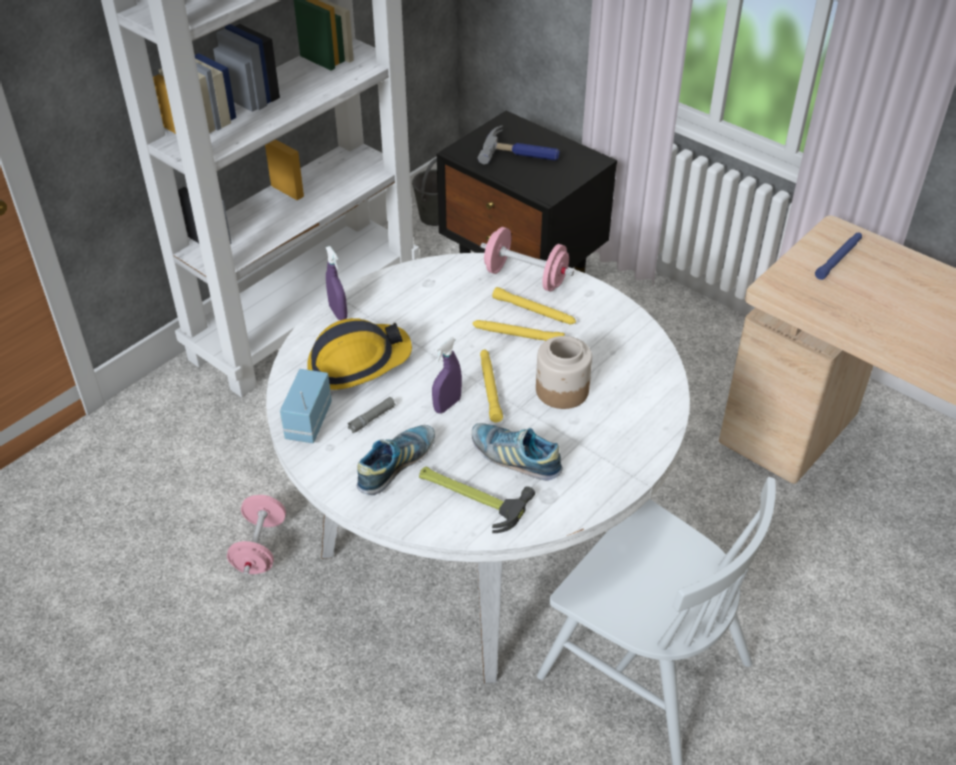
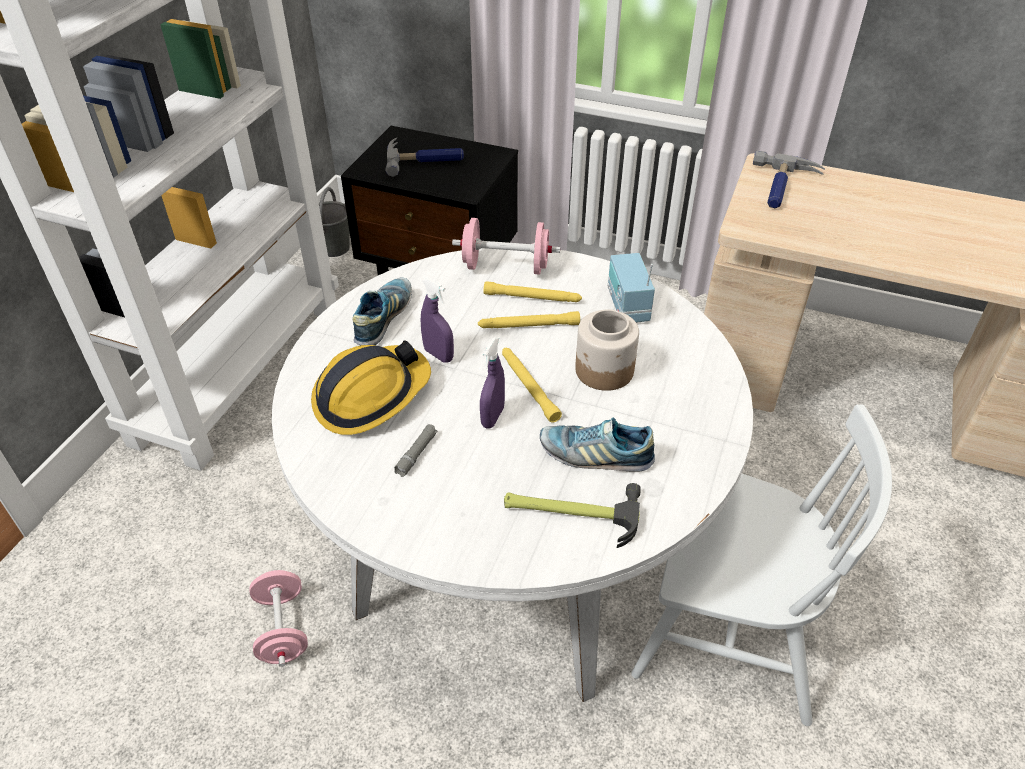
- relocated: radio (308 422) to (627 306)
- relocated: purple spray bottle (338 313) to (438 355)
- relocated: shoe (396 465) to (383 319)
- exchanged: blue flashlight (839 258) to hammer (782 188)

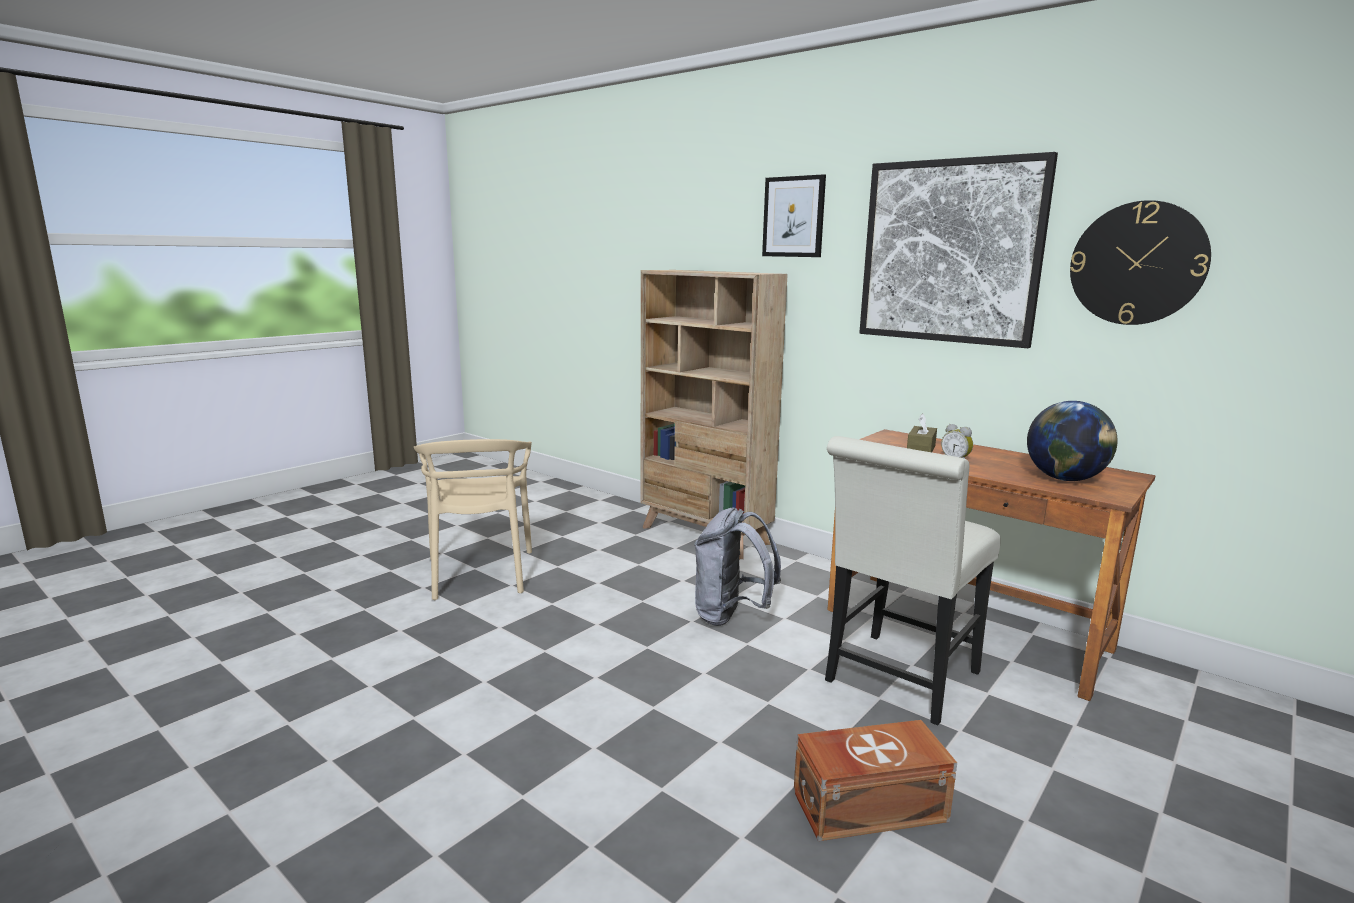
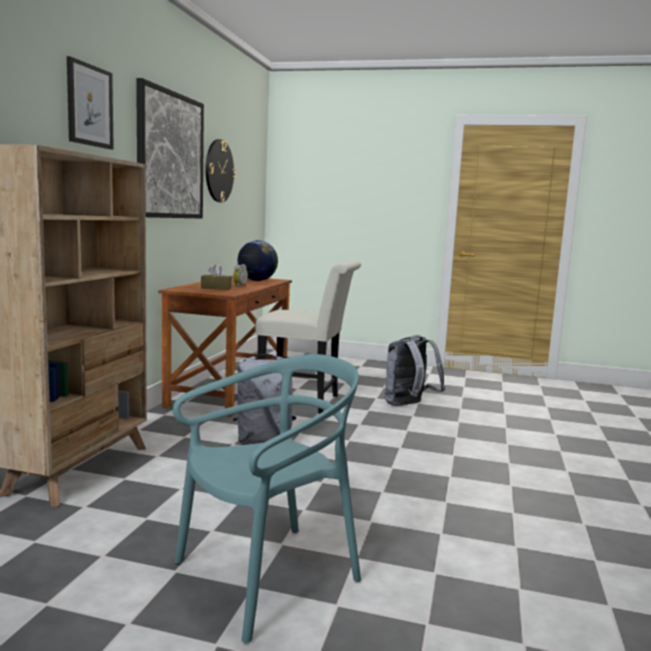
- exchanged: brown storage box (866 805) to grey backpack (409 405)
- colour: beige chair (480 574) to turquoise chair (267 576)

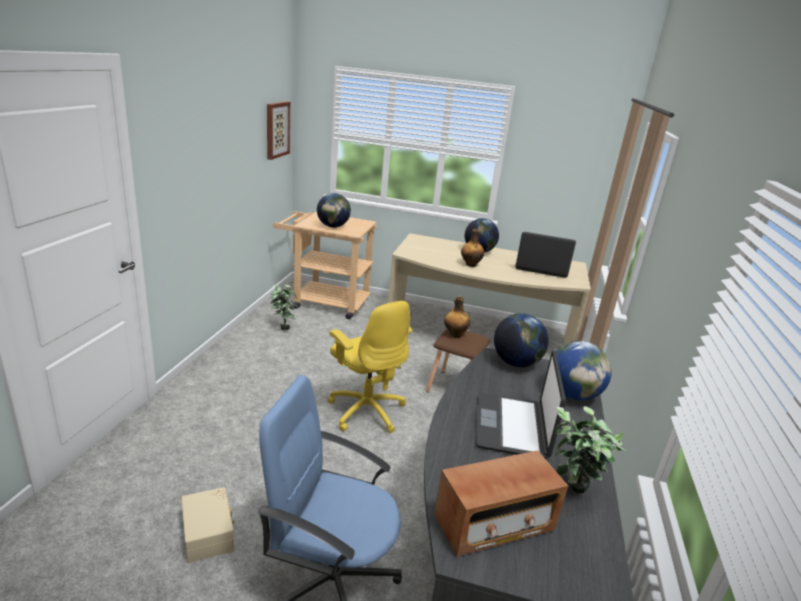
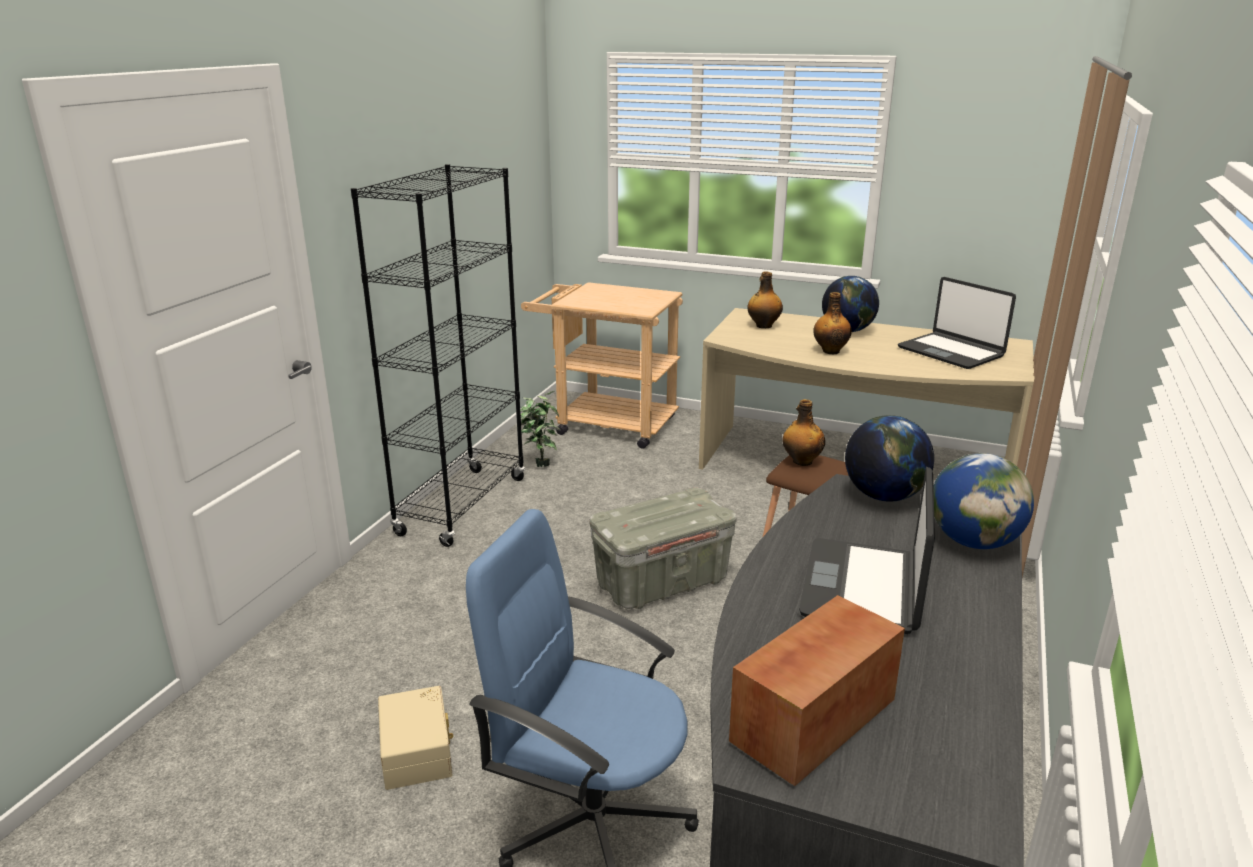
- missing: picture (276 129)
- missing: globe (333 226)
- missing: potted plant (572 495)
- appeared: black bookcase (462 506)
- appeared: bottle (763 326)
- exchanged: yellow office chair (366 410) to grey storage box (661 583)
- spun: radio (494 524) = (812 722) 150 degrees clockwise
- spun: laptop (541 268) = (951 352) 150 degrees counterclockwise

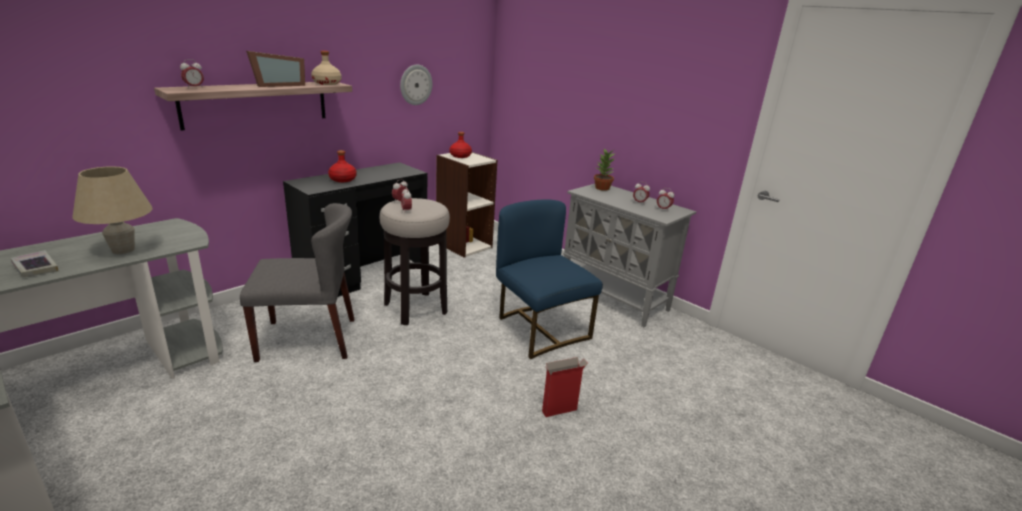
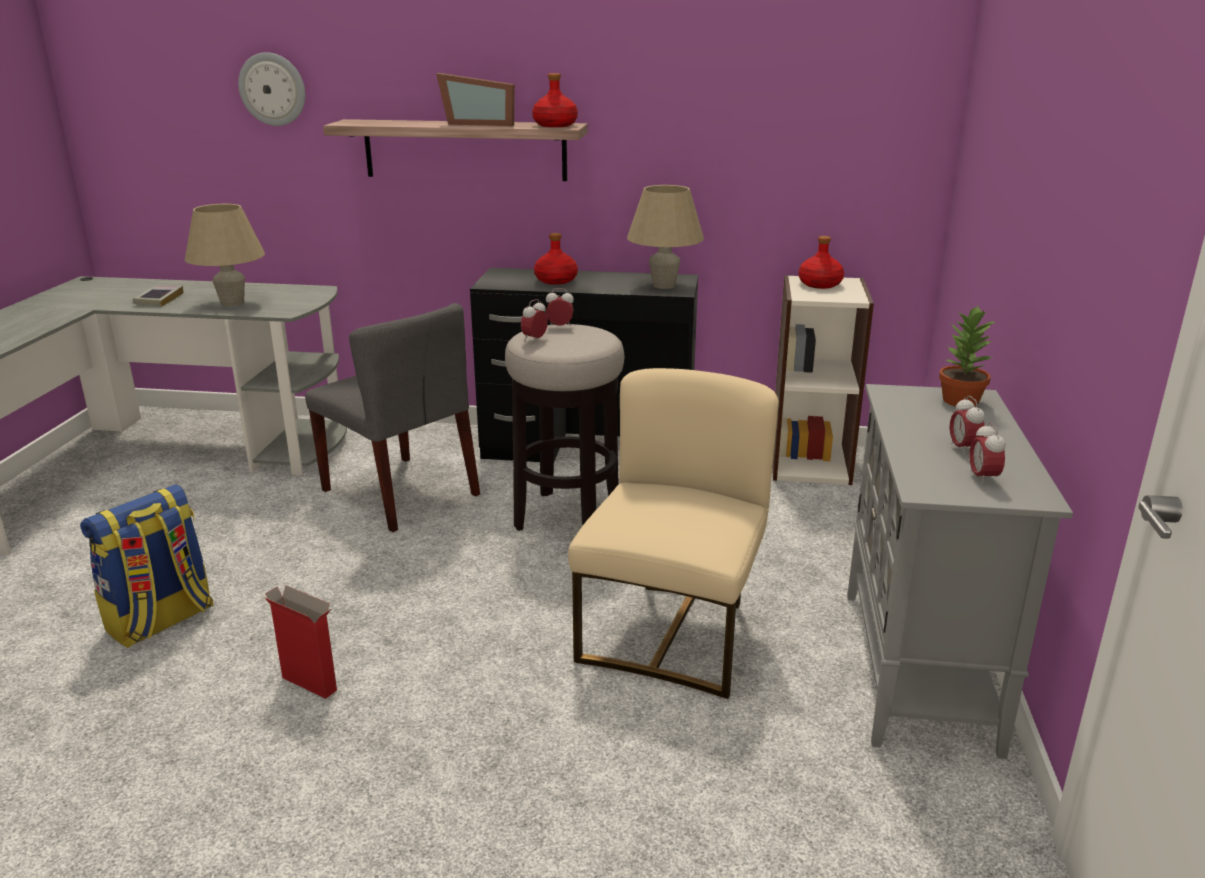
- missing: alarm clock (194 88)
- appeared: backpack (161 621)
- appeared: beige table lamp (663 285)
- relocated: wall clock (415 84) to (273 89)
- relocated: cardboard box (560 410) to (310 684)
- colour: beige bottle (327 83) to red bottle (554 125)
- colour: blue chair (539 329) to beige chair (673 634)

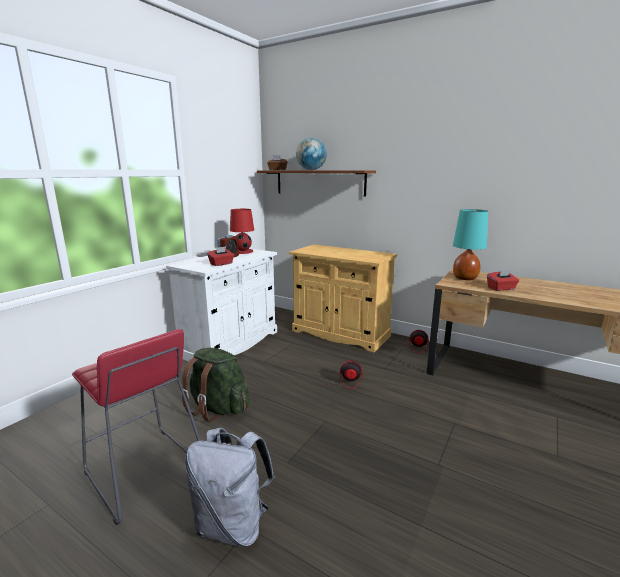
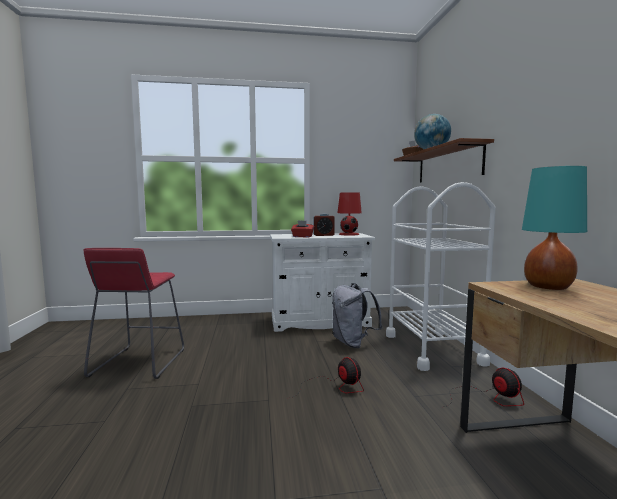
- missing: green backpack (218 408)
- missing: red tissue box (501 288)
- relocated: grey backpack (233 524) to (353 343)
- exchanged: beige cabinet (340 333) to white cart (432 349)

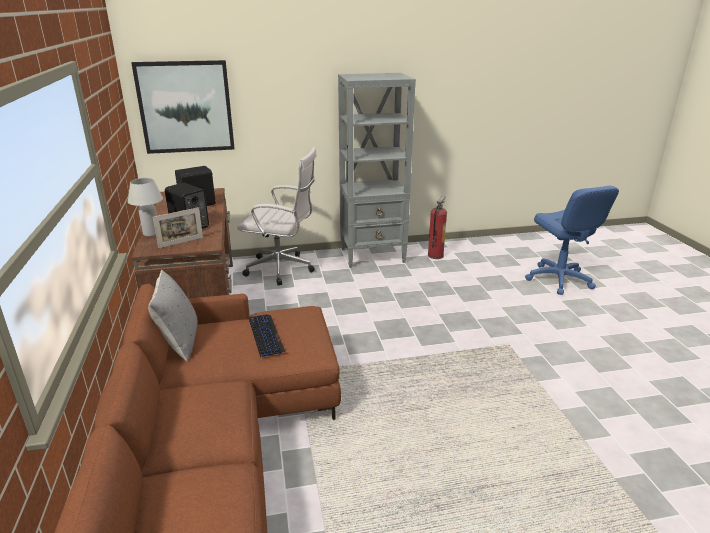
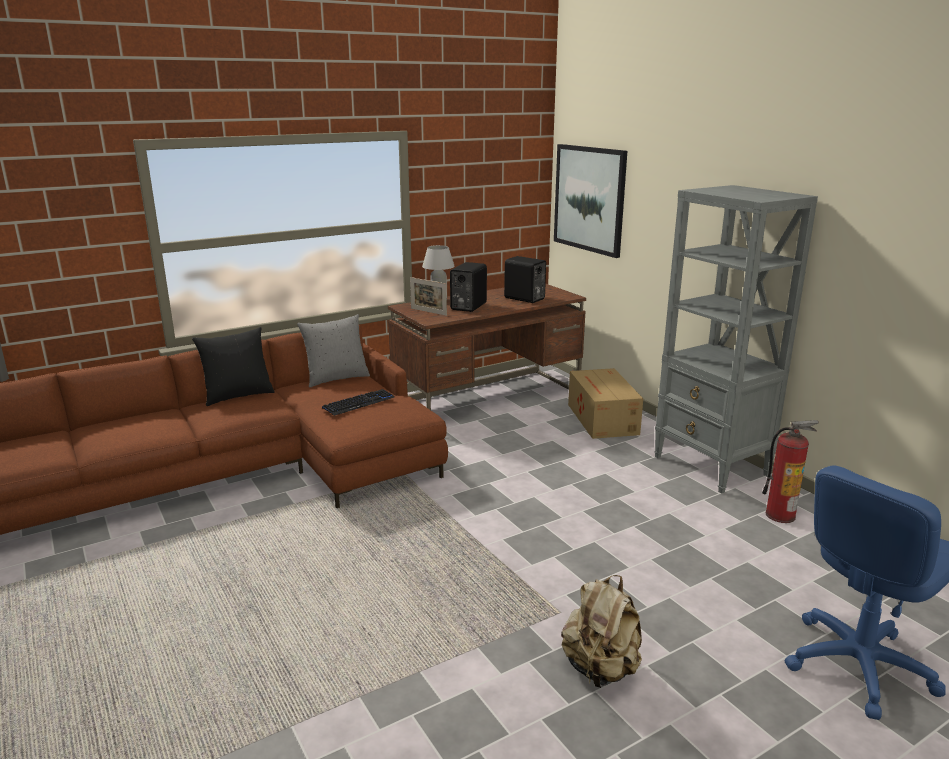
- appeared: black pillow (238 395)
- appeared: beige backpack (600 669)
- exchanged: white office chair (283 269) to cardboard box (602 419)

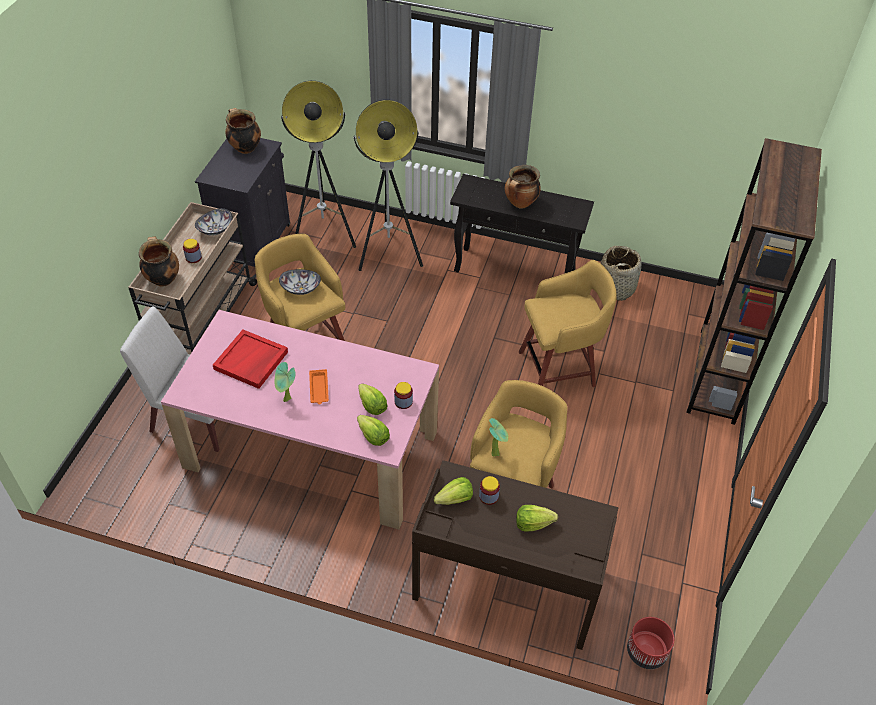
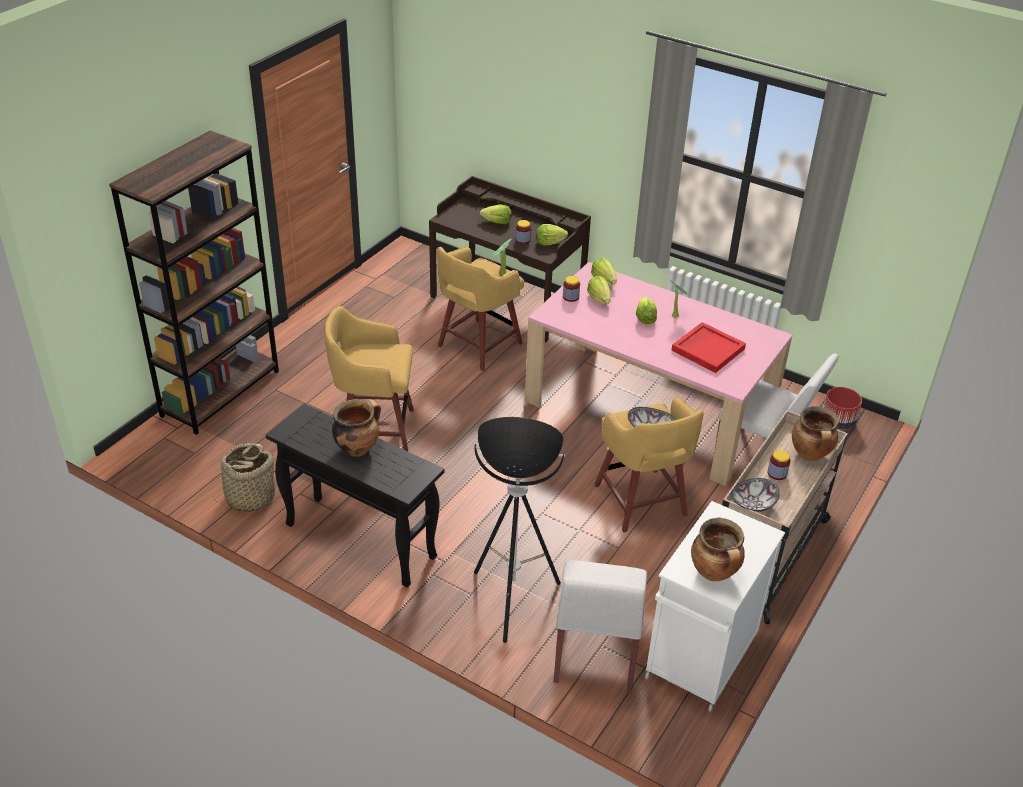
- relocated: red planter (645 652) to (838 422)
- exchanged: floor lamp (324 234) to white chair (596 651)
- exchanged: orange tray (319 389) to lettuce (645 318)
- colour: black cabinet (254 242) to white cabinet (700 658)

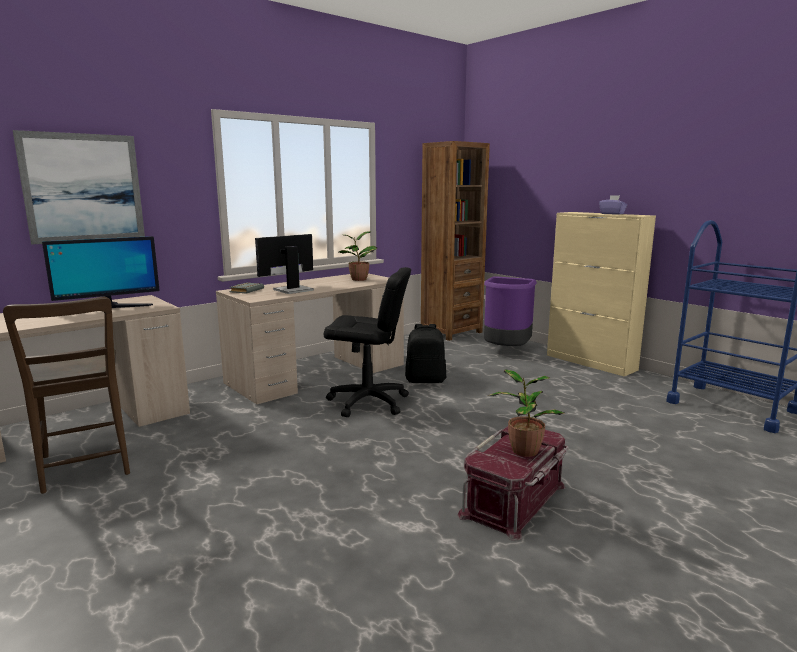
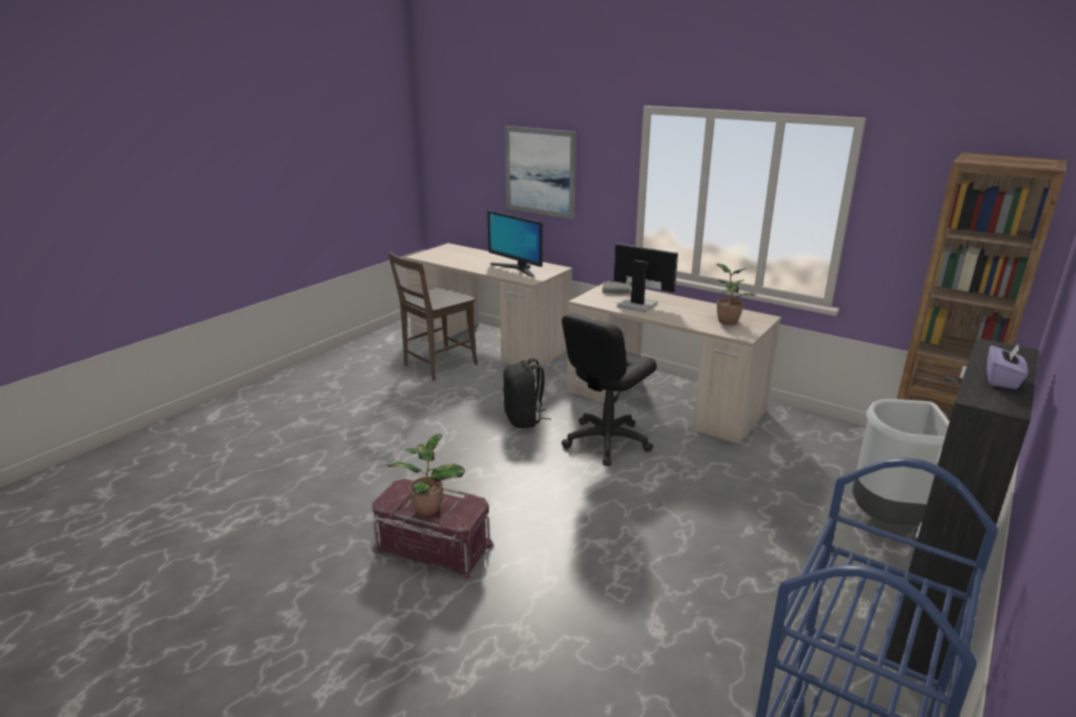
- relocated: black backpack (425 380) to (524 419)
- colour: purple trash can (506 351) to grey trash can (887 520)
- colour: beige cabinet (591 362) to black cabinet (926 617)
- spun: black office chair (368 402) = (606 441) 45 degrees clockwise

